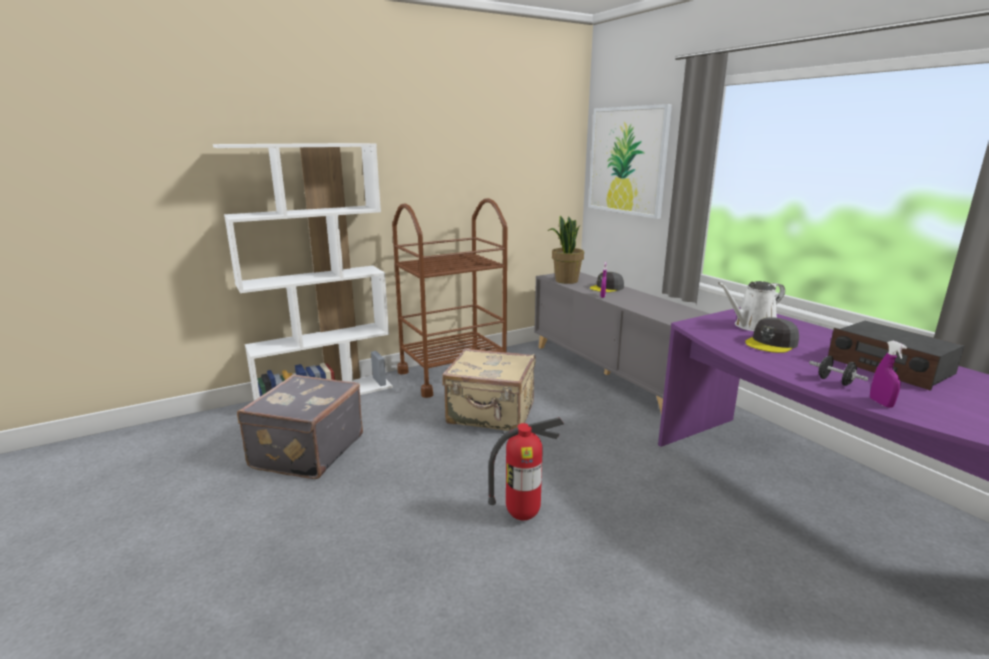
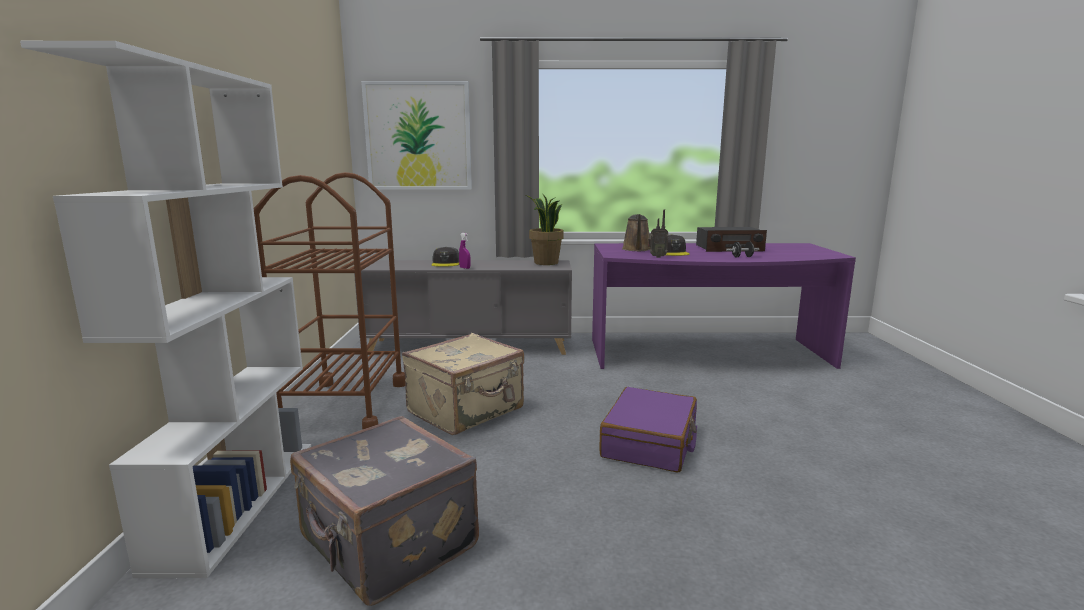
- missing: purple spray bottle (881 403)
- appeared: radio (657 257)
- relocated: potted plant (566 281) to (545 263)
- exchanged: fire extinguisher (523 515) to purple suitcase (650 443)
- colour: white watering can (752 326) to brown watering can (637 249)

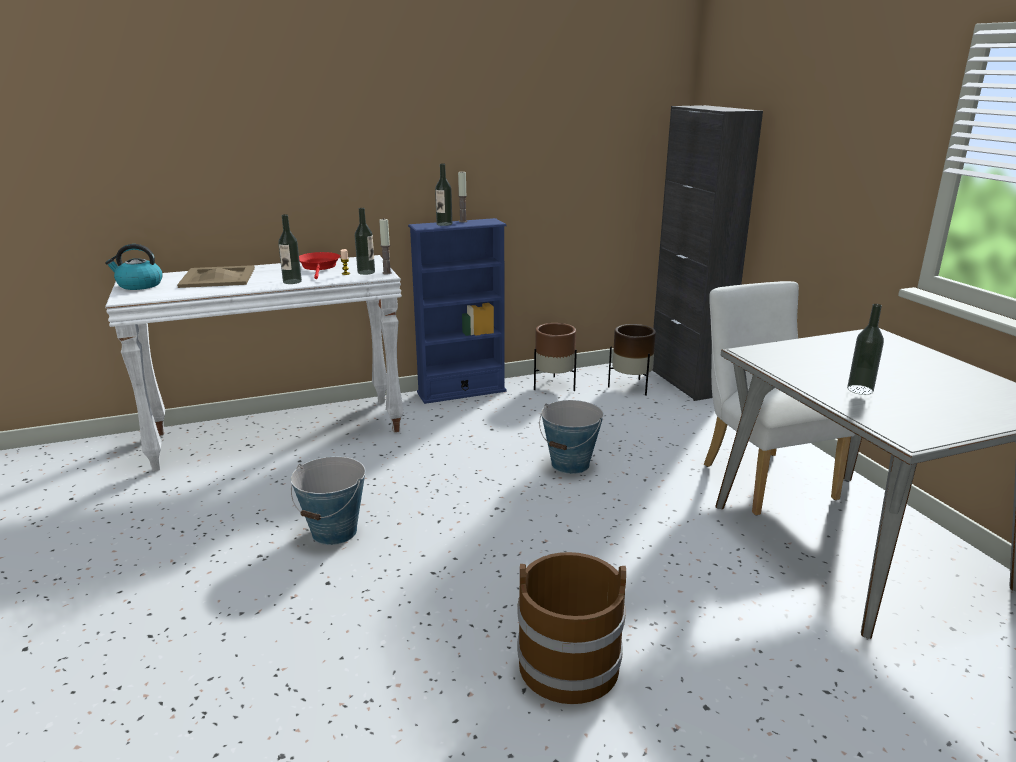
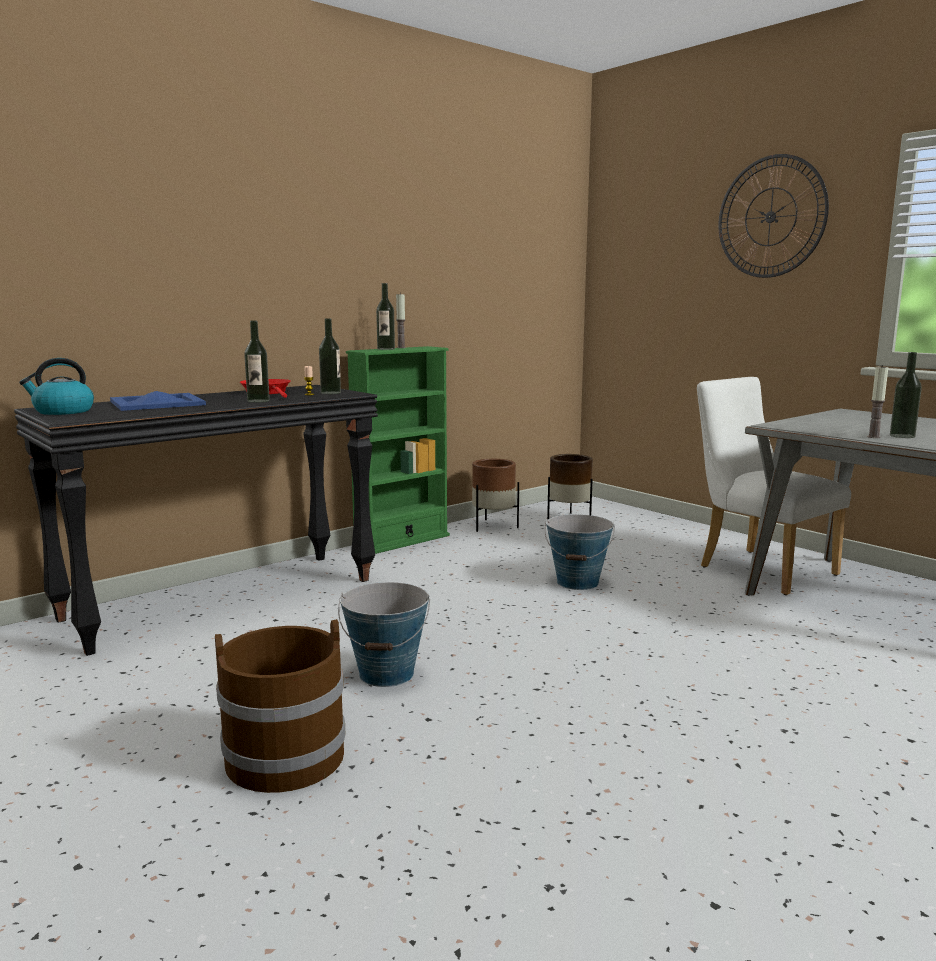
- missing: black cabinet (687 382)
- appeared: wall clock (770 217)
- relocated: candle (387 273) to (873 437)
- relocated: brown bucket (569 664) to (286 757)
- colour: white console table (279 432) to black console table (222 598)
- colour: beige tray (218 277) to blue tray (158 403)
- colour: blue bookcase (461 392) to green bookcase (401 541)

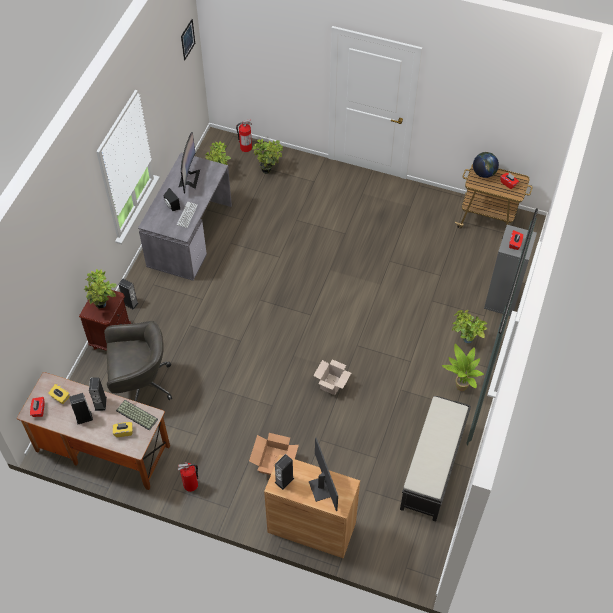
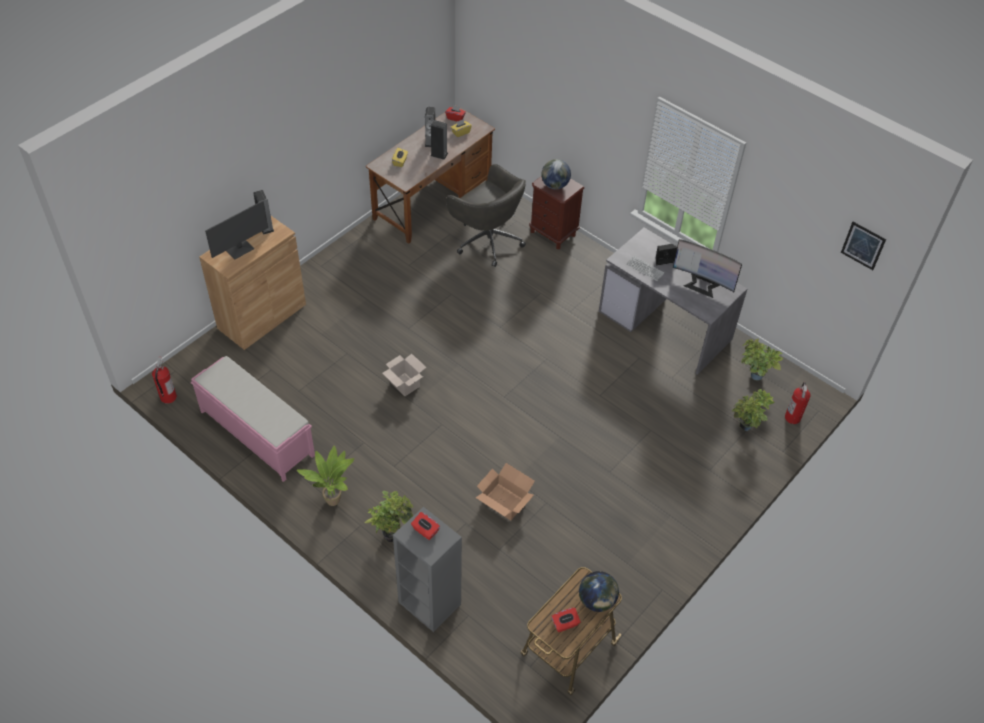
- missing: keyboard (136 415)
- missing: speaker (130 303)
- relocated: fire extinguisher (191 485) to (168 397)
- relocated: cardboard box (273 462) to (504 501)
- exchanged: potted plant (104 305) to globe (555 185)
- colour: black bench (432 468) to pink bench (256 433)
- spun: grey office chair (140 384) = (487 240) 60 degrees counterclockwise
- spun: monitor (321 488) = (240 249) 45 degrees counterclockwise

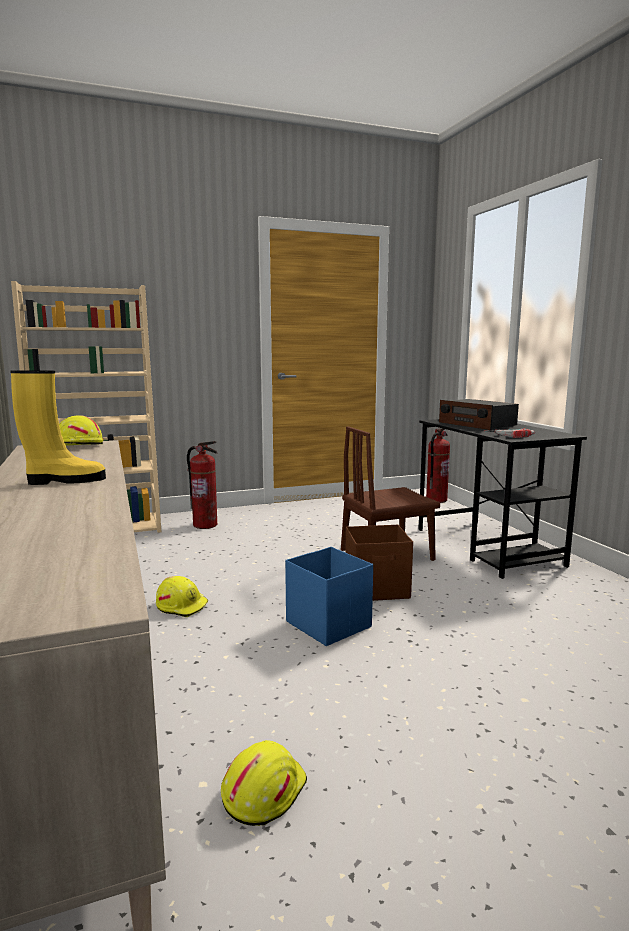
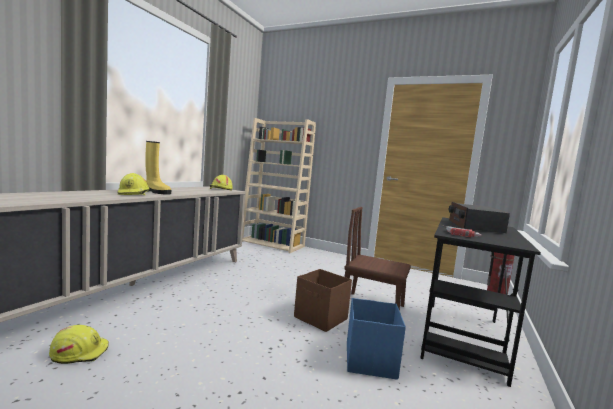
- missing: fire extinguisher (205 525)
- relocated: yellow hard hat (182 606) to (134 193)
- relocated: blue storage box (328 624) to (370 360)

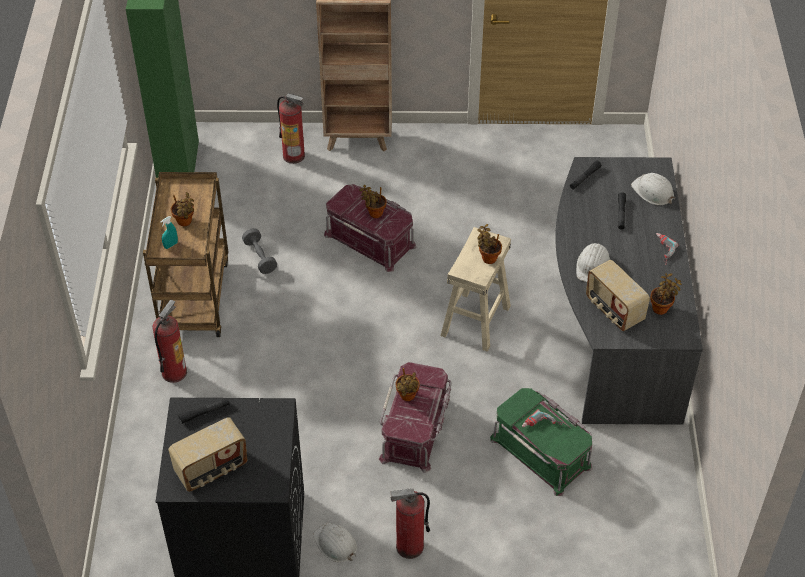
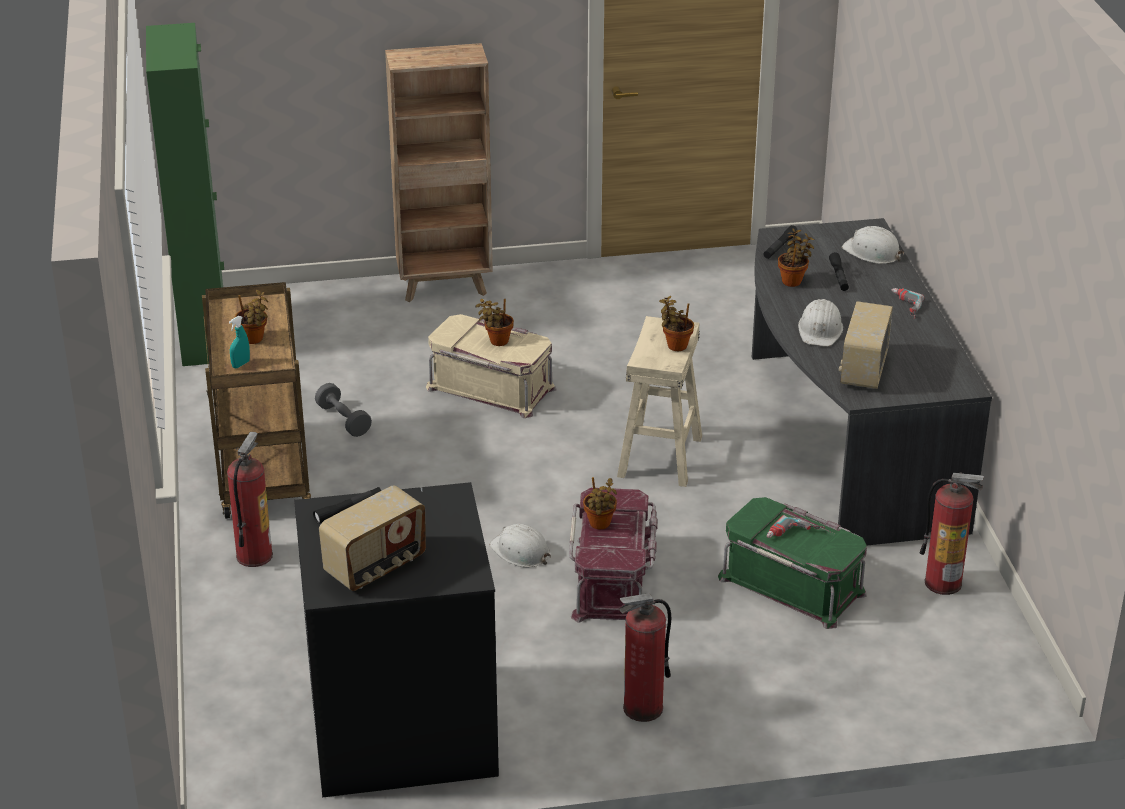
- relocated: fire extinguisher (294 155) to (943 582)
- relocated: white hard hat (335 544) to (520 551)
- relocated: potted plant (661 308) to (793 281)
- colour: red storage box (370 239) to beige storage box (492 387)
- spun: radio (613 310) = (863 370) 60 degrees clockwise

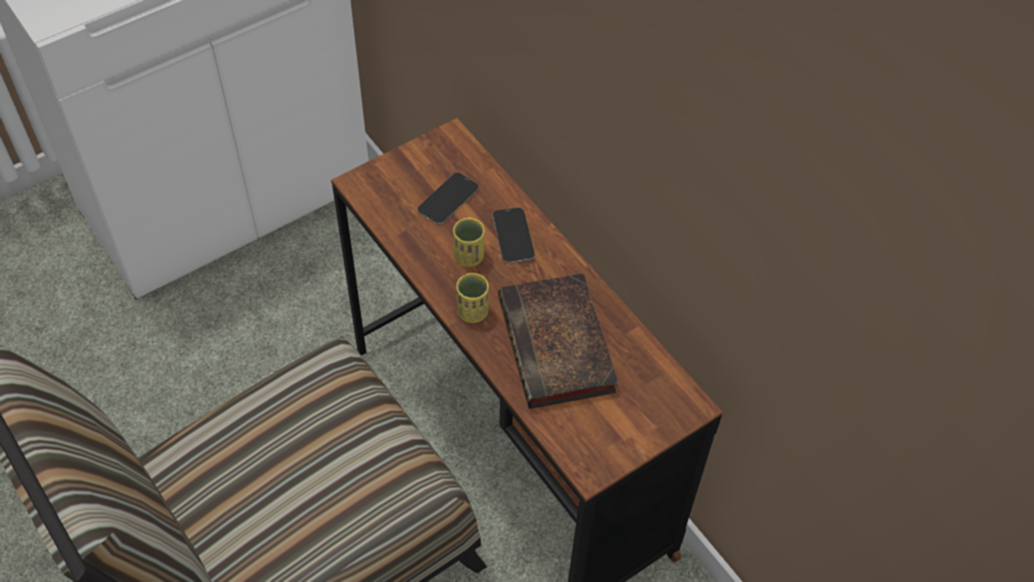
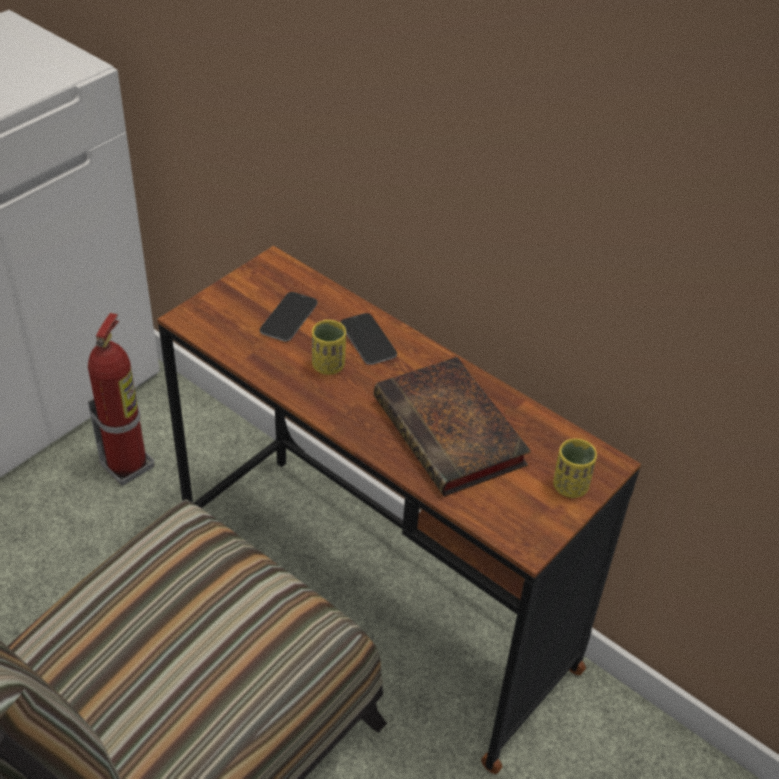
- appeared: fire extinguisher (128 465)
- relocated: yellow cup (472 312) to (570 486)

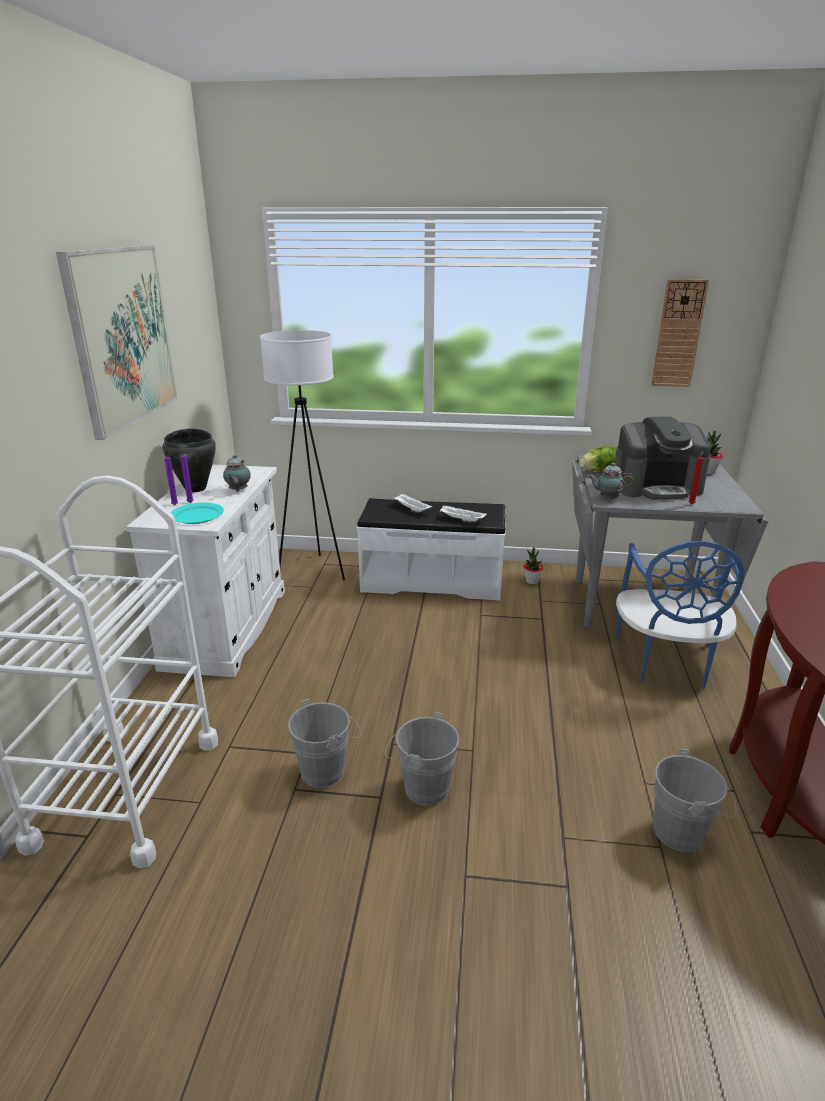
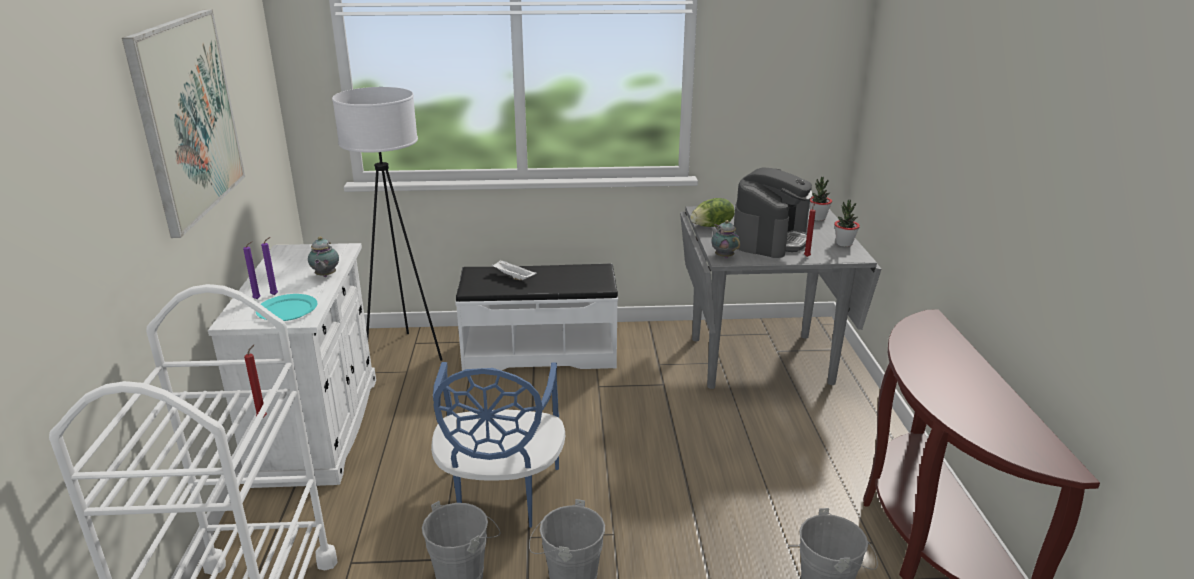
- missing: black cooking pot (196 488)
- missing: white tray (461 520)
- missing: wall clock (678 334)
- appeared: red candle (263 417)
- relocated: potted plant (532 581) to (844 244)
- relocated: blue chair (666 663) to (500 497)
- spun: teapot (607 498) = (723 256) 60 degrees clockwise
- spun: coffee machine (656 487) = (770 239) 45 degrees counterclockwise

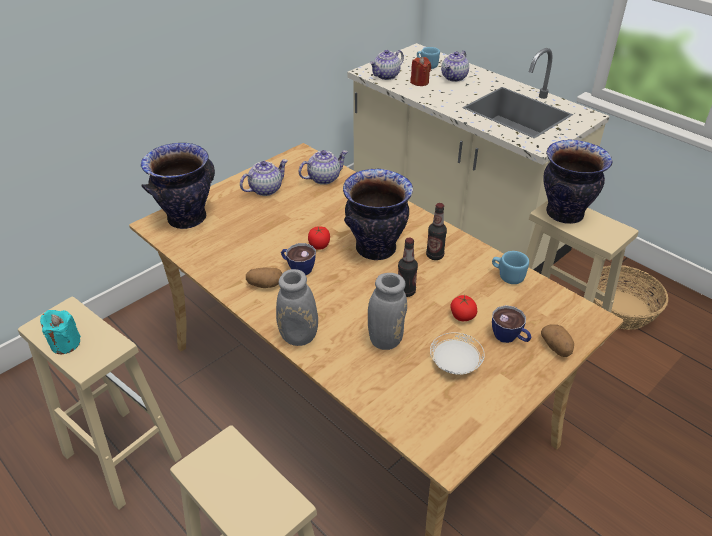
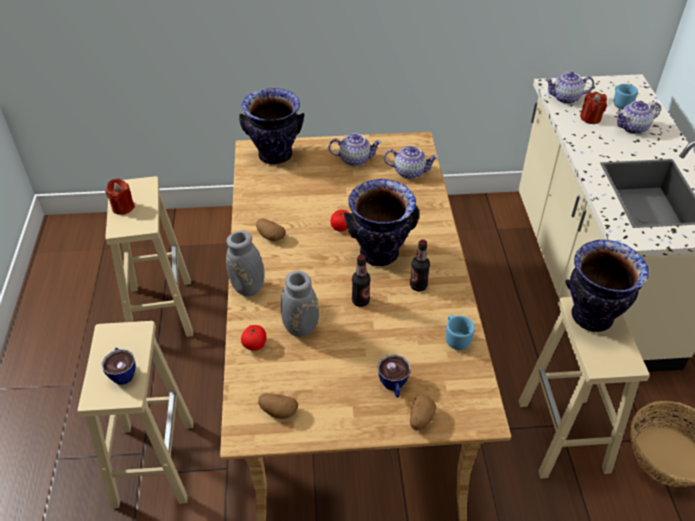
- missing: white plate (455 363)
- appeared: potato (278 411)
- relocated: cup (298 268) to (122 372)
- relocated: tomato (462 316) to (255 344)
- colour: turquoise candle (65 344) to red candle (123 207)

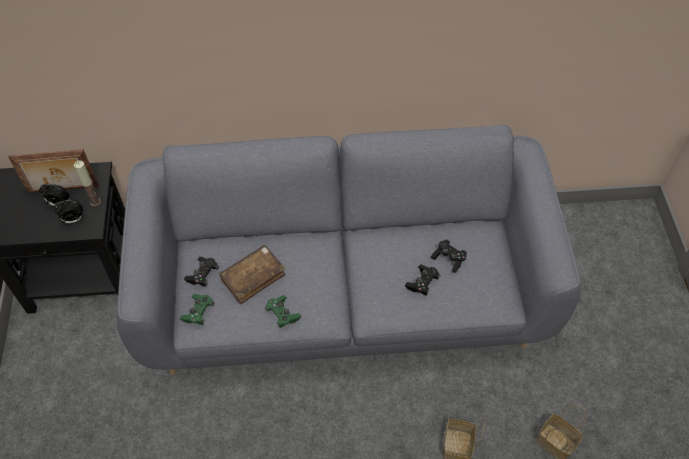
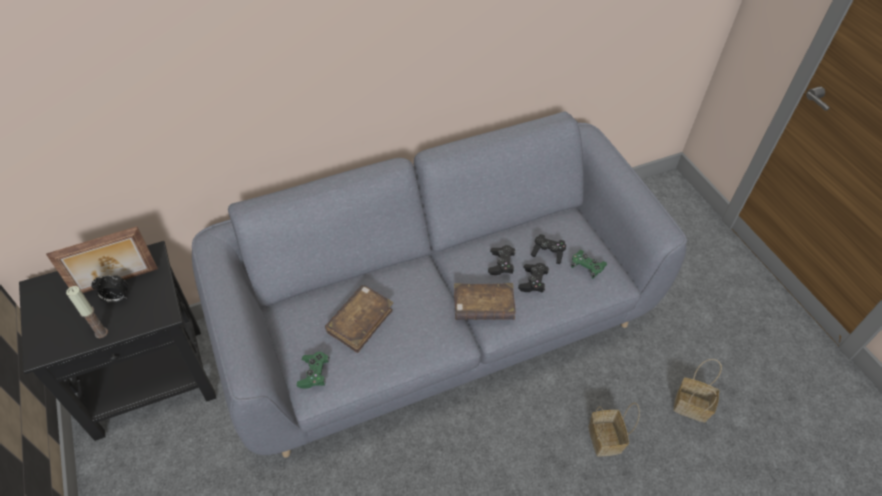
- missing: alarm clock (73 220)
- appeared: brown book (483 307)
- relocated: candle (95 202) to (101 333)
- relocated: black game controller (202 275) to (501 264)
- relocated: green game controller (282 314) to (587 267)

